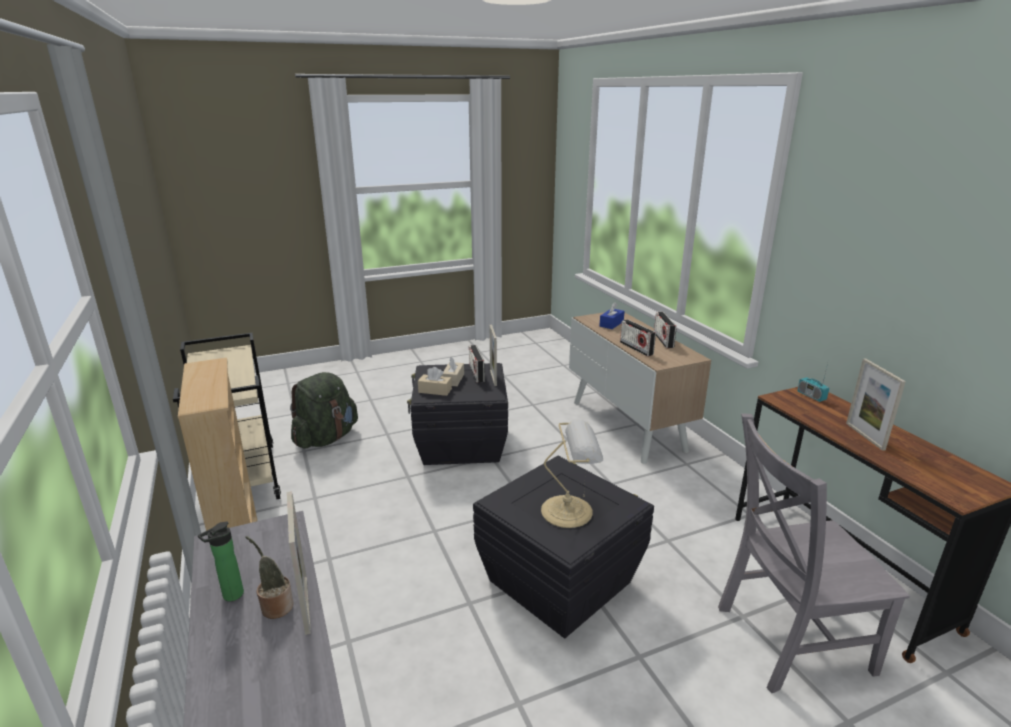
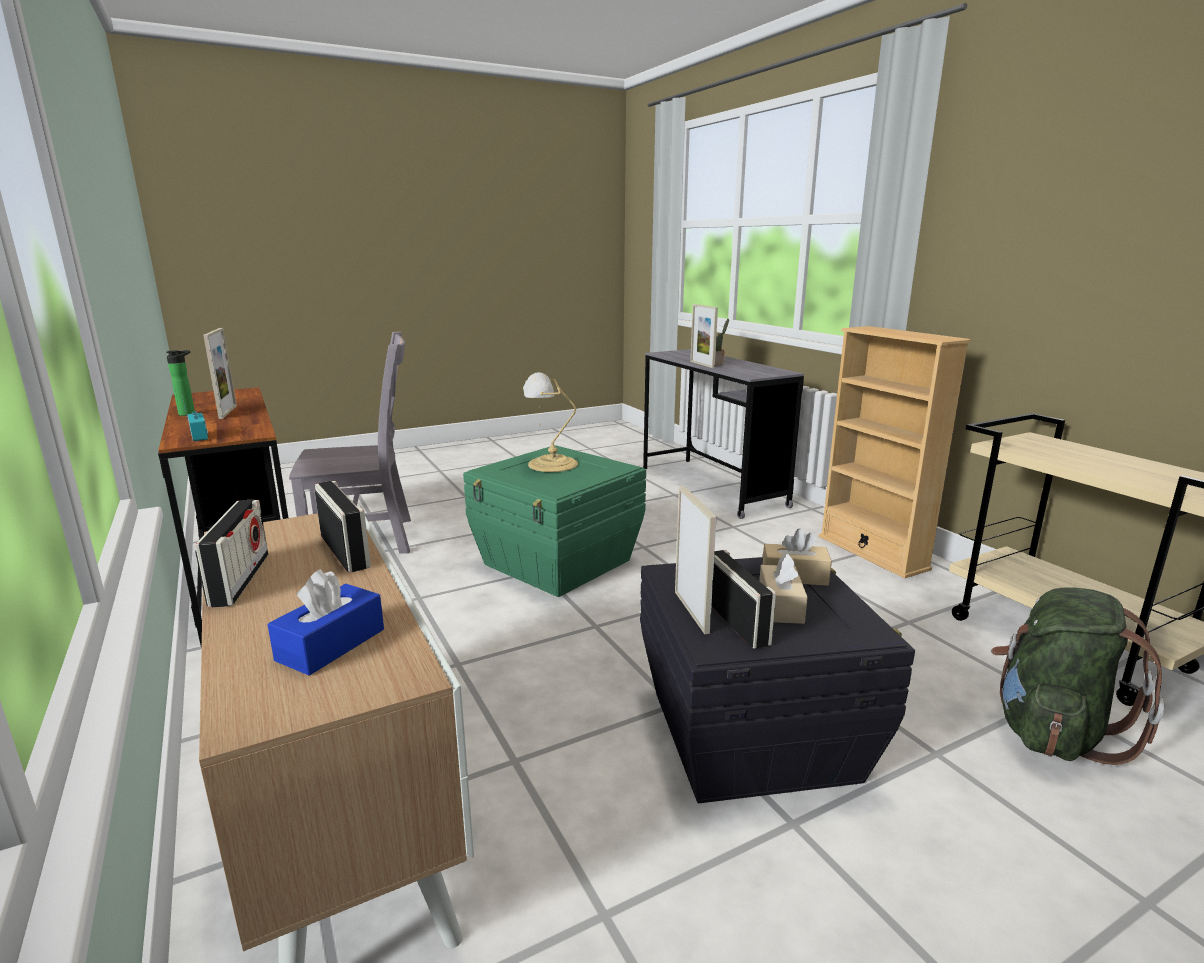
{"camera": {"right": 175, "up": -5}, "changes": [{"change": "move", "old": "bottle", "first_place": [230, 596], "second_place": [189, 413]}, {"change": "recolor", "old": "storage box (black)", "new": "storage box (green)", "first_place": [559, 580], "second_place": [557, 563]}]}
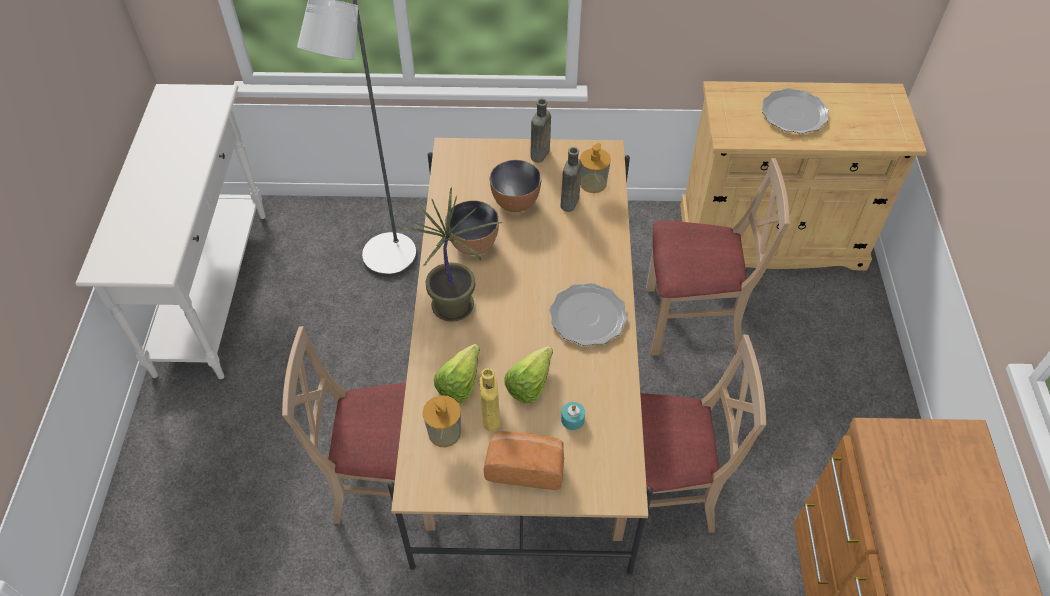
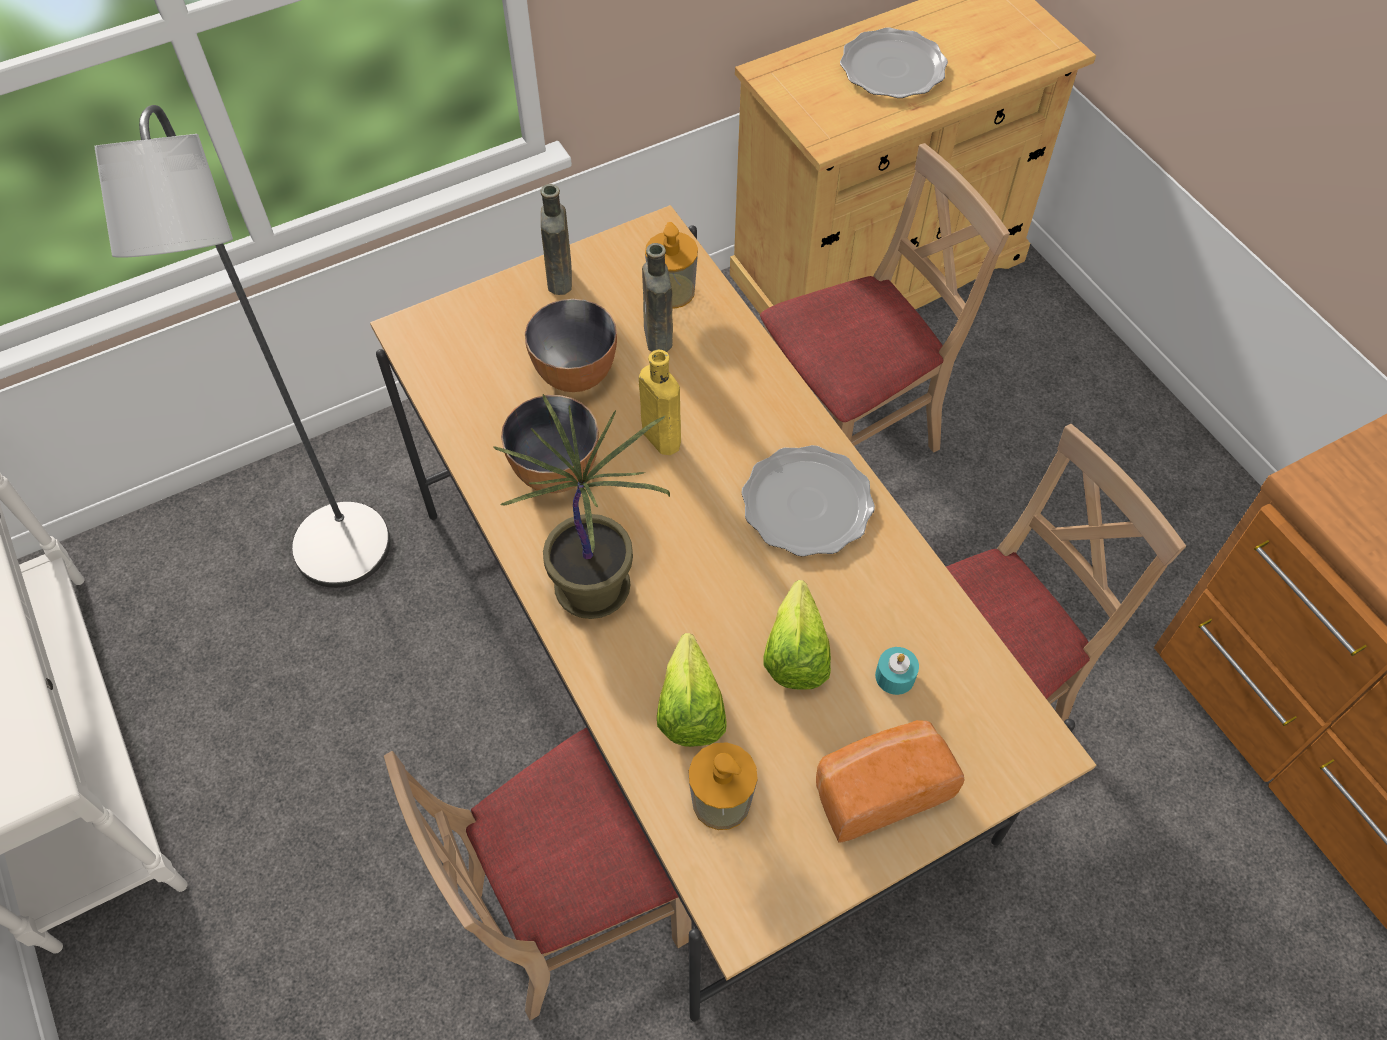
{"camera": {"right": -30, "up": 5}, "changes": [{"change": "move", "old": "bottle (yellow)", "first_place": [490, 416], "second_place": [659, 436]}]}
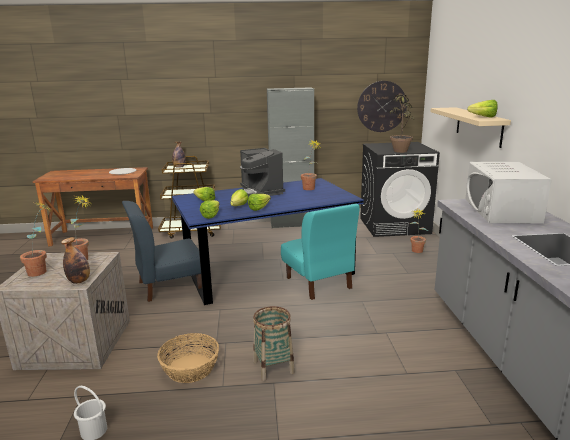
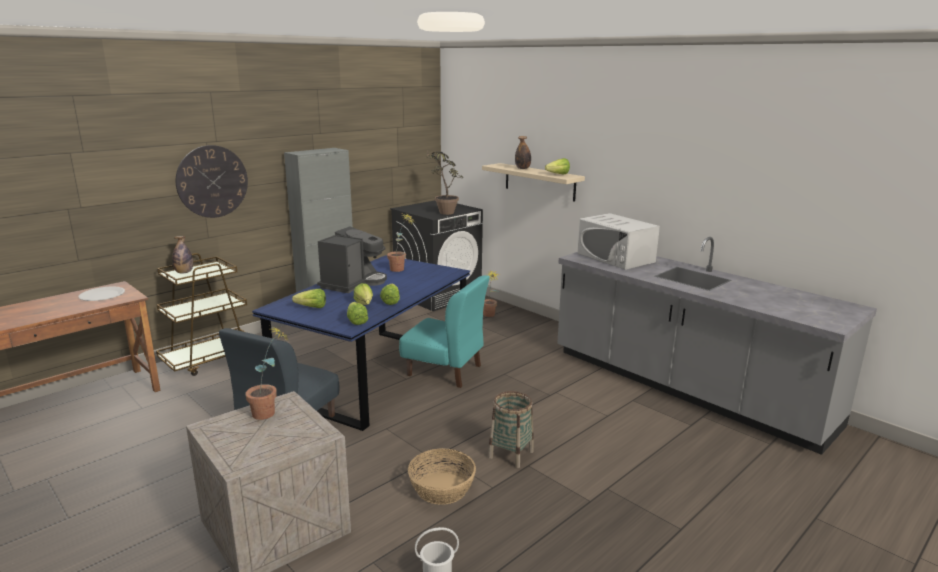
{"camera": {"right": -40, "up": 0}, "changes": [{"change": "delete", "old": "potted plant", "first_place": [43, 271]}, {"change": "move", "old": "bottle", "first_place": [79, 281], "second_place": [522, 168]}, {"change": "move", "old": "wall clock", "first_place": [381, 106], "second_place": [212, 181]}, {"change": "rotate", "old": "coffee machine", "first_place": [260, 191], "second_place": [353, 283], "degrees": -90}]}
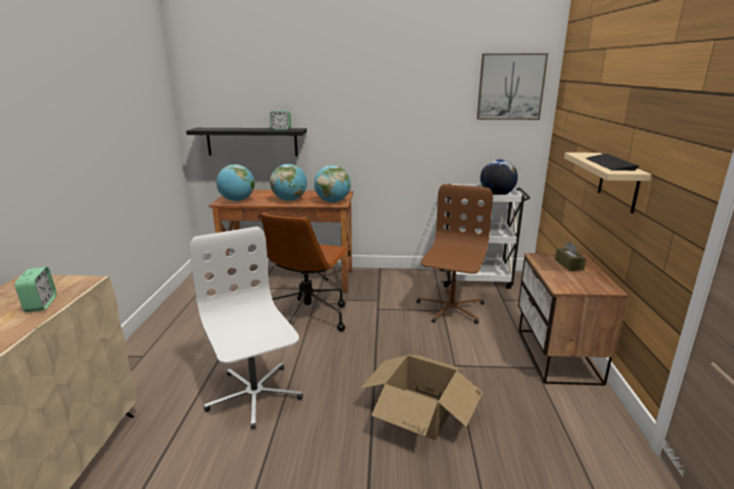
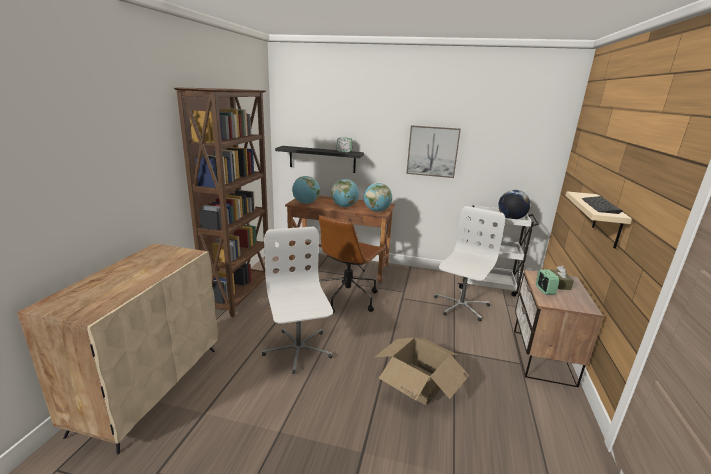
{"camera": {"right": 10, "up": 0}, "changes": [{"change": "insert", "new": "bookcase (brown)", "second_place": [240, 294]}, {"change": "move", "old": "alarm clock", "first_place": [41, 304], "second_place": [544, 290]}, {"change": "move", "old": "picture", "first_place": [510, 87], "second_place": [432, 151]}, {"change": "recolor", "old": "office chair (brown)", "new": "office chair (white)", "first_place": [450, 308], "second_place": [460, 306]}]}
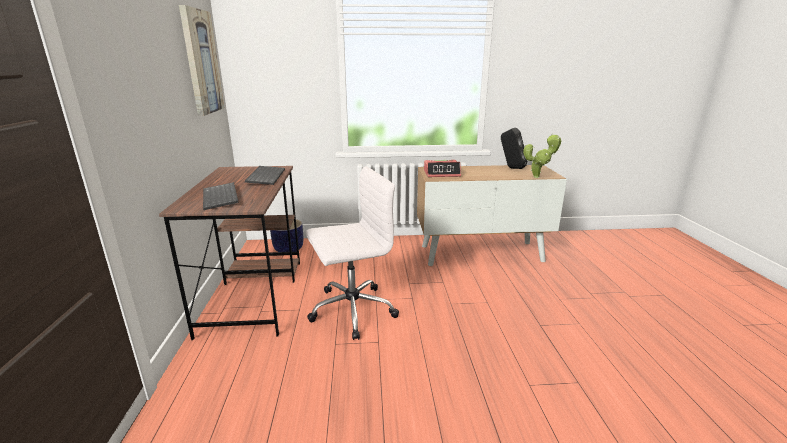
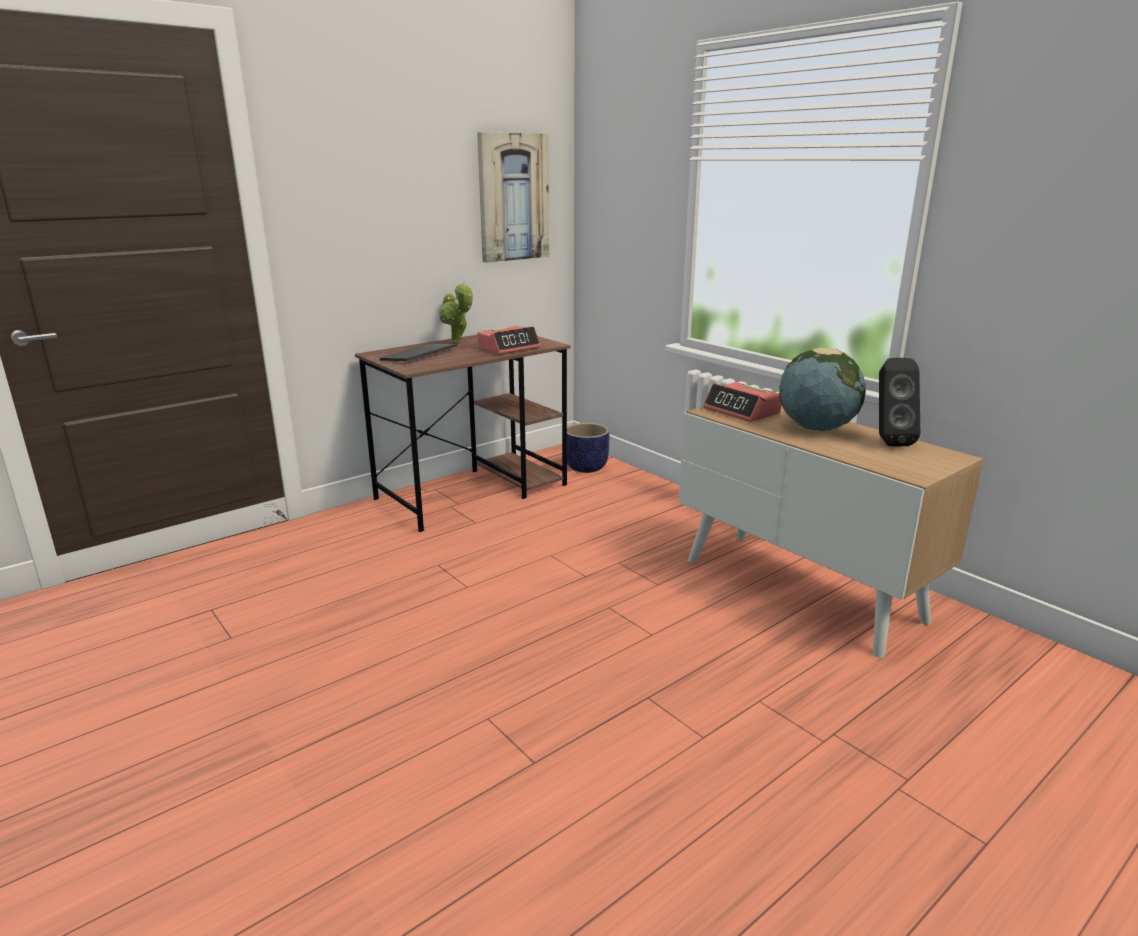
{"camera": {"right": 55, "up": 0}, "changes": [{"change": "delete", "old": "office chair (white)", "first_place": [351, 310]}, {"change": "insert", "new": "globe", "second_place": [816, 428]}, {"change": "move", "old": "potted plant", "first_place": [538, 177], "second_place": [457, 342]}, {"change": "replace", "old": "keyboard", "new": "alarm clock", "first_place": [265, 176], "second_place": [509, 348]}]}
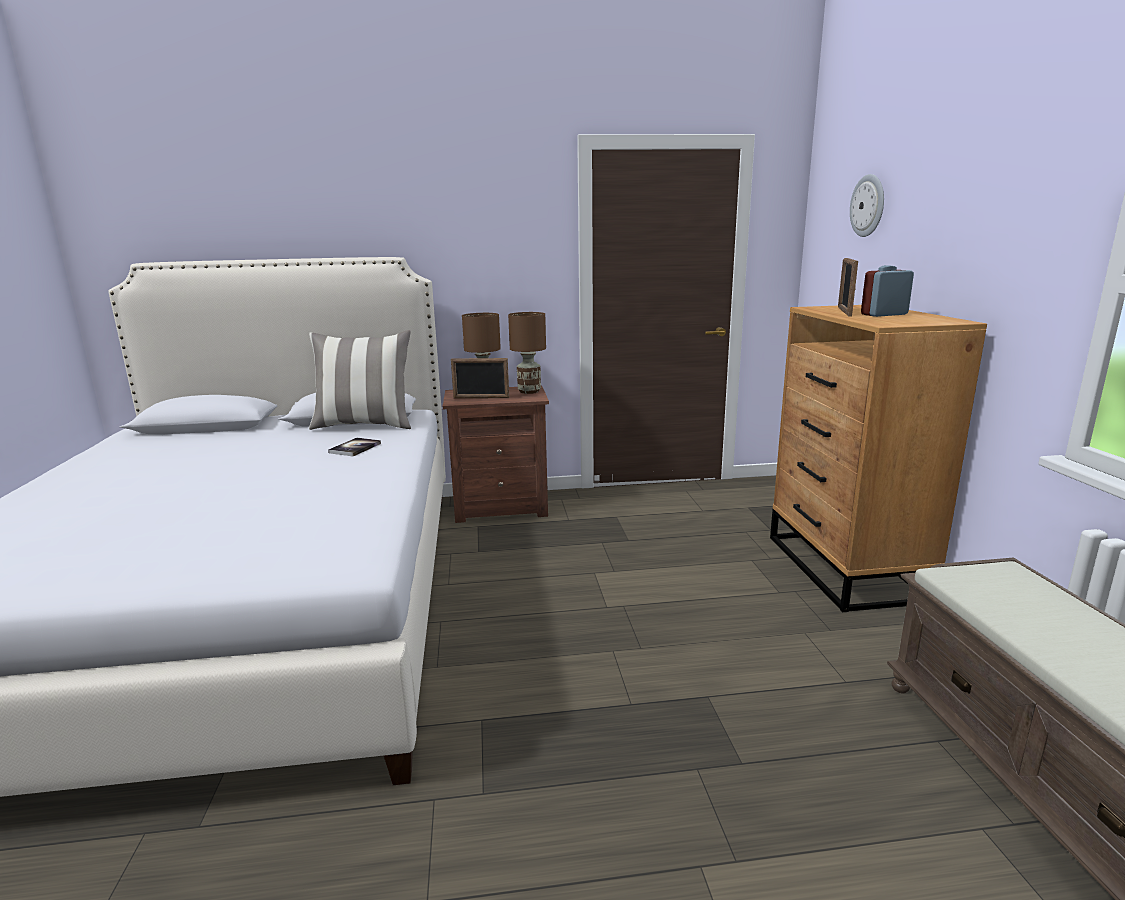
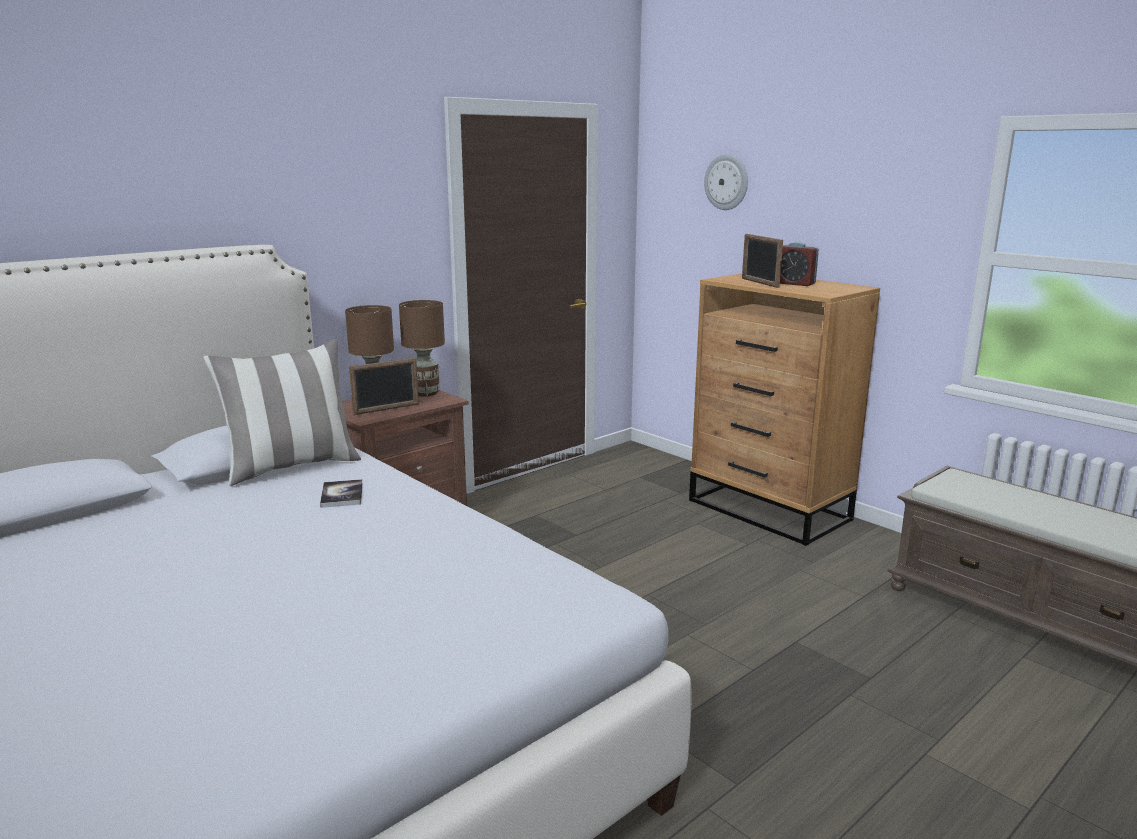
{"camera": {"right": -35, "up": 0}, "changes": [{"change": "rotate", "old": "alarm clock", "first_place": [884, 314], "second_place": [794, 283], "degrees": -90}]}
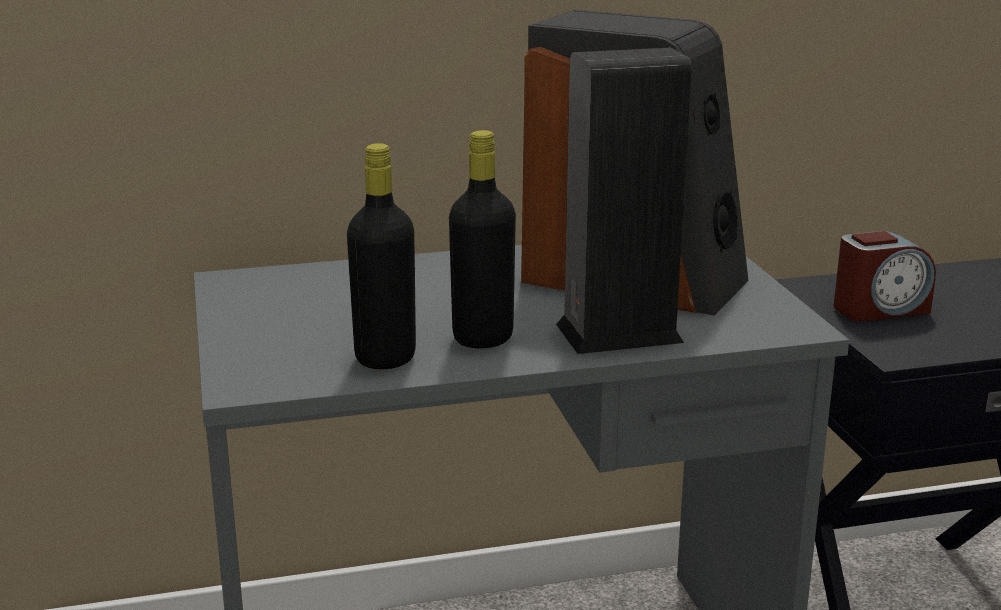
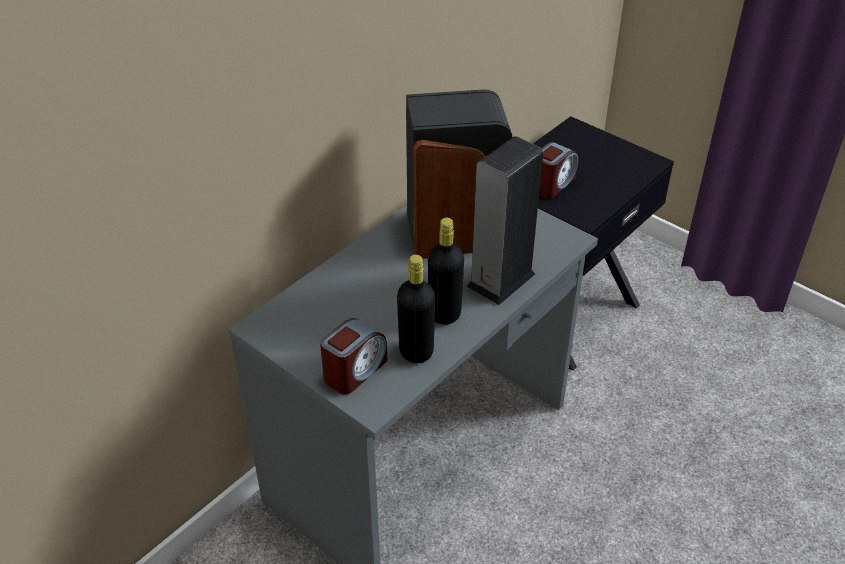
{"camera": {"right": -35, "up": 20}, "changes": [{"change": "insert", "new": "alarm clock", "second_place": [354, 371]}]}
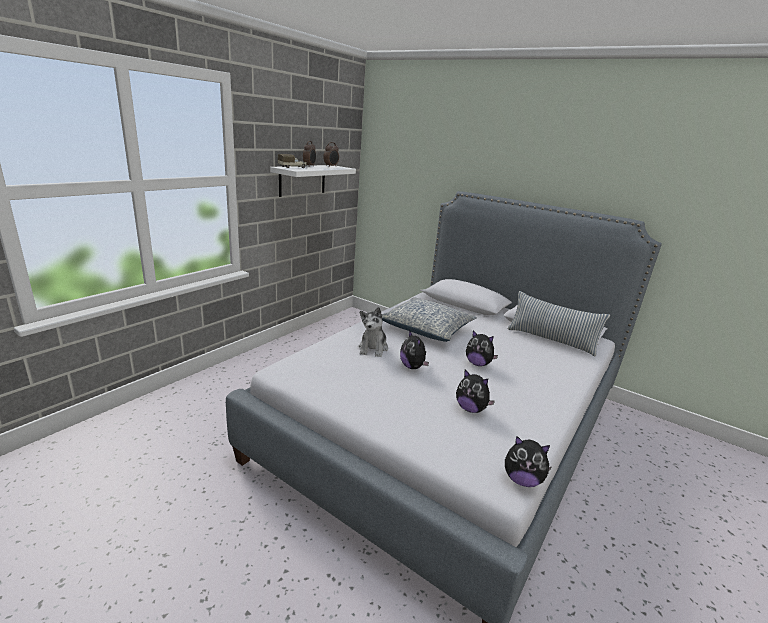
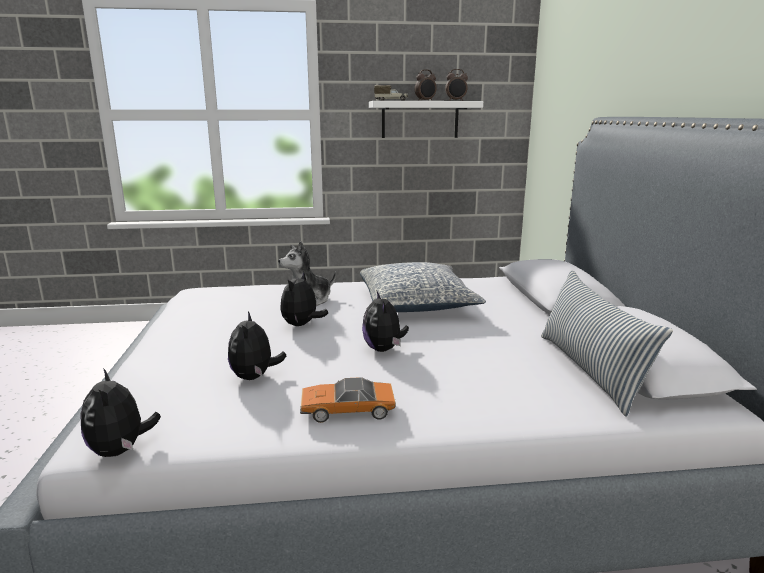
{"camera": {"right": 50, "up": -5}, "changes": [{"change": "insert", "new": "toy car", "second_place": [347, 410]}]}
